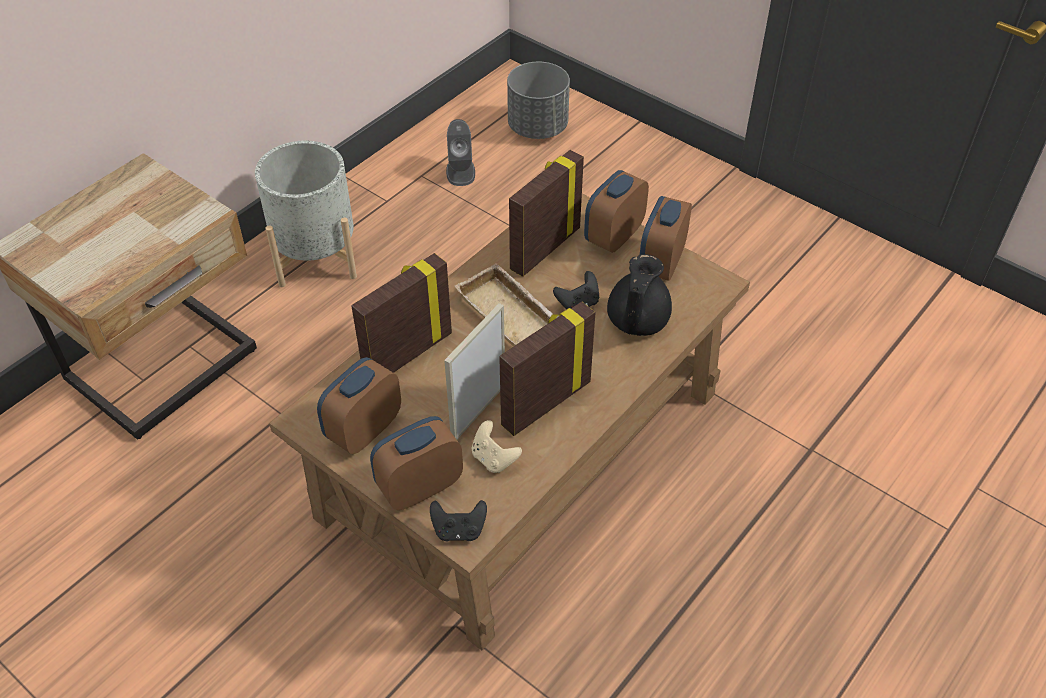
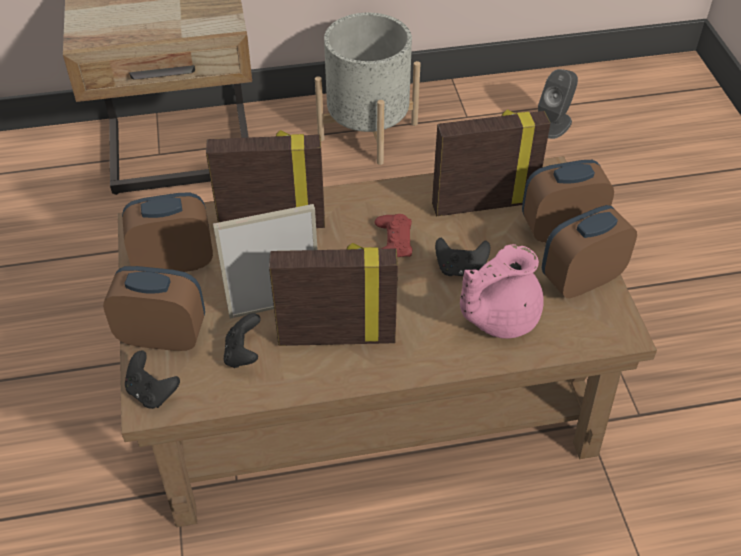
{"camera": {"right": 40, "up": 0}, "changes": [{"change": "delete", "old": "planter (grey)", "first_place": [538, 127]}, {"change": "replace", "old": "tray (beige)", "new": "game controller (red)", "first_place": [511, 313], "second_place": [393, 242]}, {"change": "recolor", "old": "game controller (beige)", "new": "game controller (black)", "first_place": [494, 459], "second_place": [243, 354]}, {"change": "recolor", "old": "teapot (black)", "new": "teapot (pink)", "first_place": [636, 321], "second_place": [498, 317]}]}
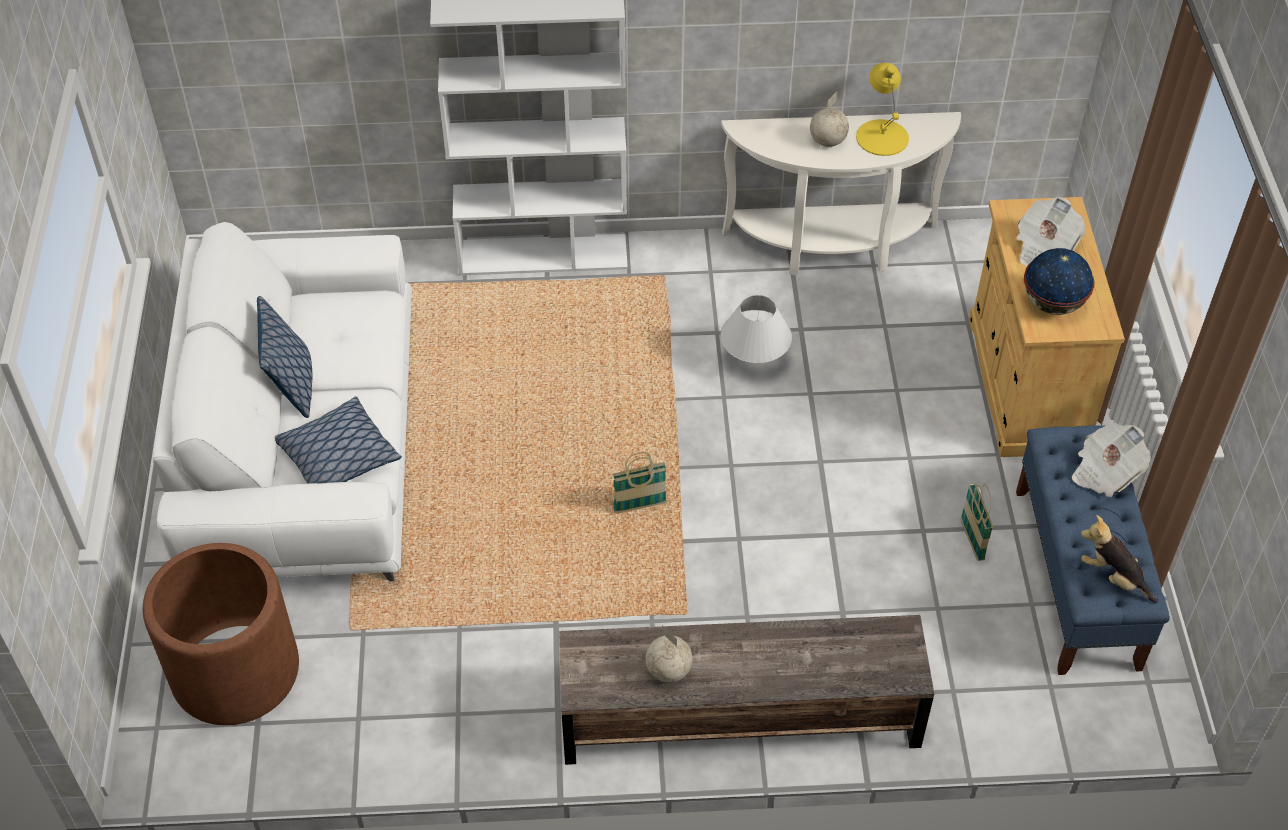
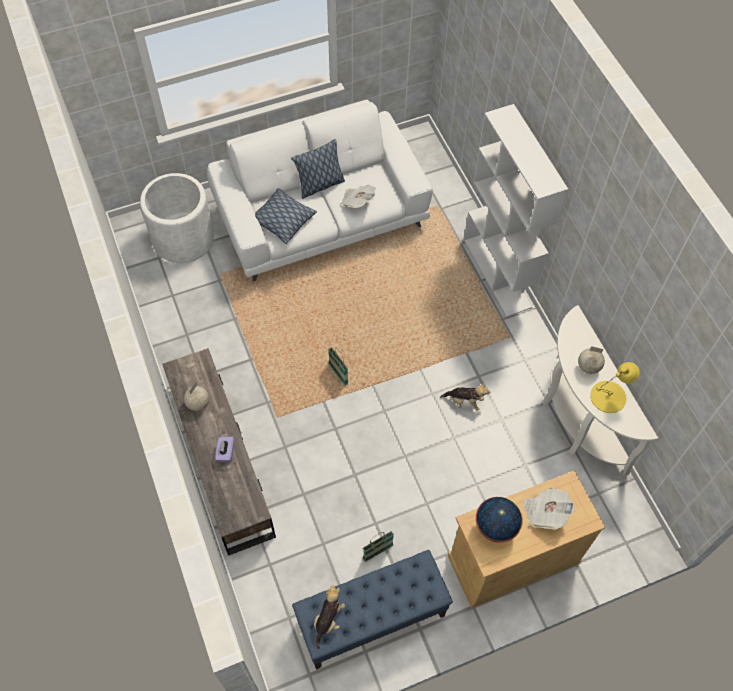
{"camera": {"right": 70, "up": 10}, "changes": [{"change": "insert", "new": "tissue box (purple)", "second_place": [225, 453]}, {"change": "move", "old": "newspaper", "first_place": [1105, 471], "second_place": [357, 201]}, {"change": "replace", "old": "table lamp (white)", "new": "plush toy", "first_place": [754, 361], "second_place": [464, 401]}, {"change": "recolor", "old": "planter (brown)", "new": "planter (white)", "first_place": [235, 670], "second_place": [183, 238]}]}
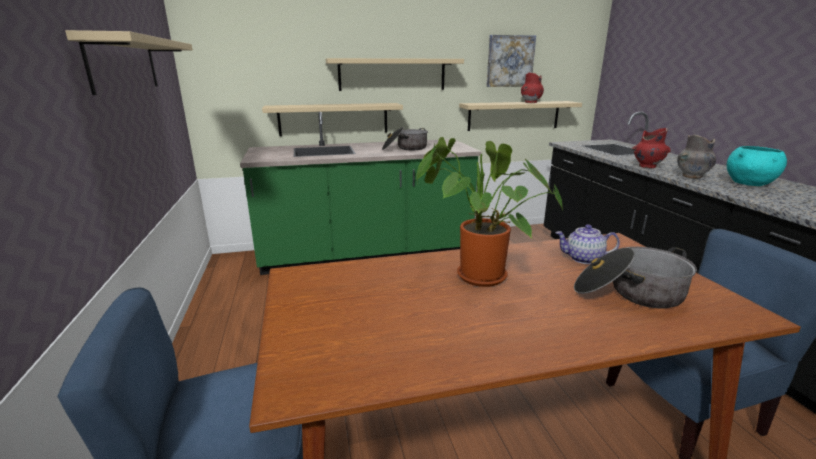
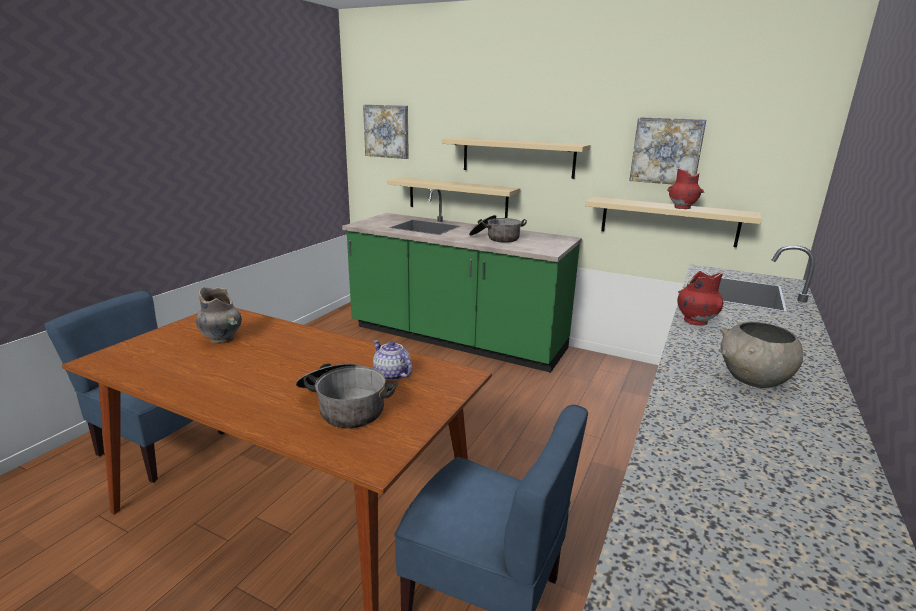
{"camera": {"right": 40, "up": 0}, "changes": [{"change": "delete", "old": "shelf (beige)", "first_place": [124, 64]}, {"change": "delete", "old": "potted plant", "first_place": [475, 277]}, {"change": "insert", "new": "picture", "second_place": [387, 131]}, {"change": "move", "old": "vase (grey)", "first_place": [692, 176], "second_place": [222, 339]}, {"change": "recolor", "old": "bowl (turquoise)", "new": "bowl (grey)", "first_place": [749, 184], "second_place": [753, 381]}]}
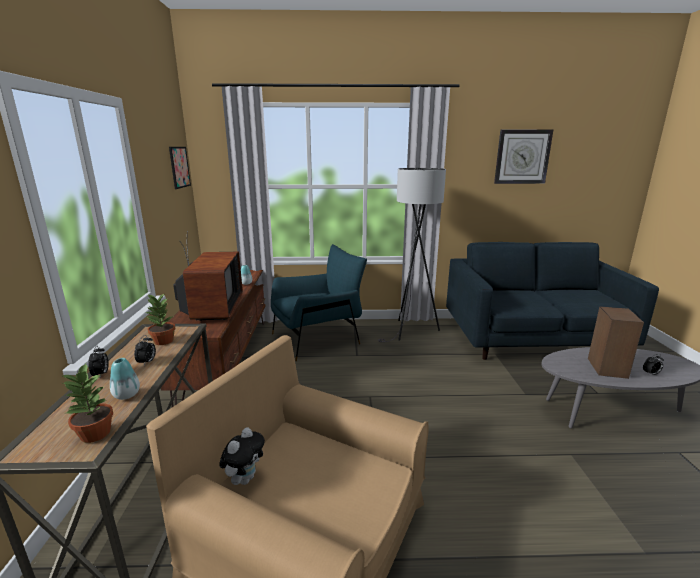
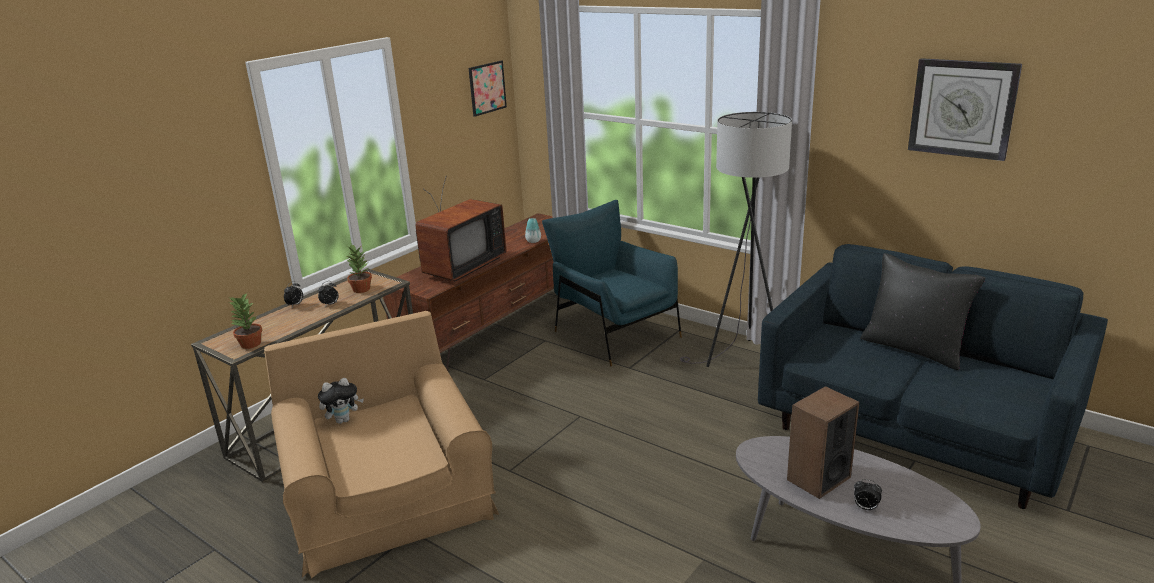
{"camera": {"right": 40, "up": 5}, "changes": [{"change": "delete", "old": "vase", "first_place": [126, 395]}, {"change": "insert", "new": "pillow (black)", "second_place": [914, 348]}, {"change": "rotate", "old": "armchair (blue)", "first_place": [318, 338], "second_place": [614, 333], "degrees": -135}]}
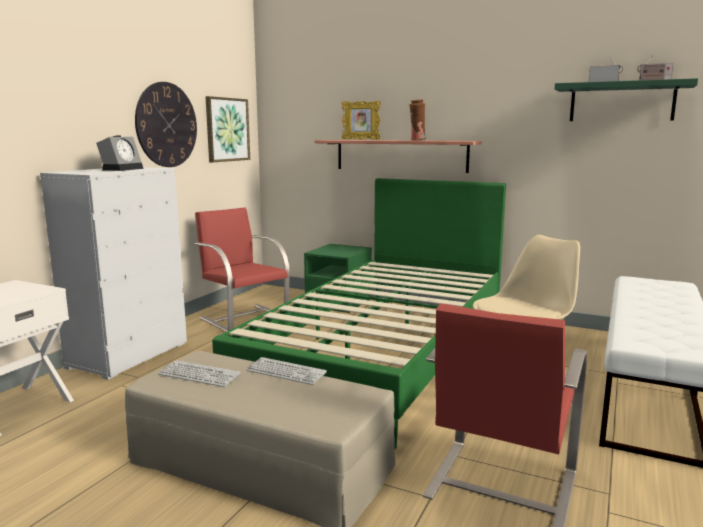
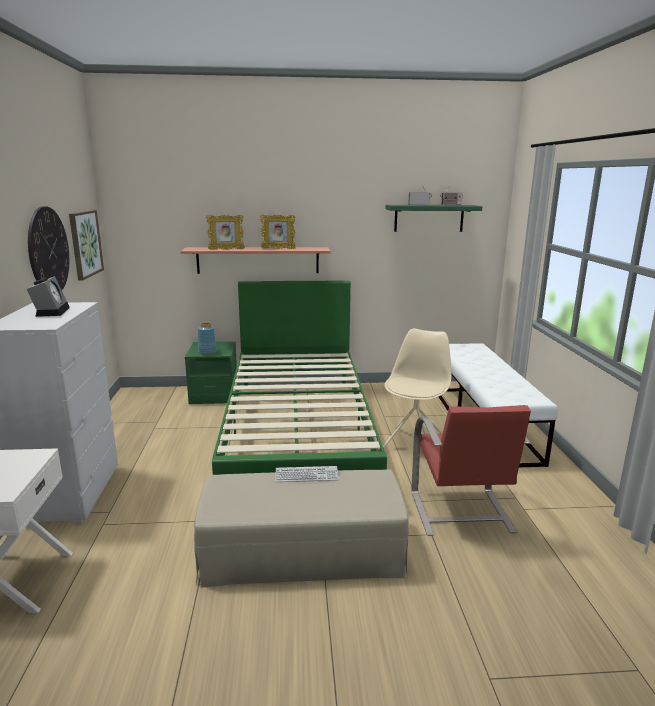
{"camera": {"right": -30, "up": 5}, "changes": [{"change": "delete", "old": "keyboard", "first_place": [199, 375]}, {"change": "delete", "old": "chair (red)", "first_place": [243, 317]}, {"change": "insert", "new": "vase (blue)", "second_place": [207, 352]}, {"change": "replace", "old": "vase (brown)", "new": "picture frame", "first_place": [417, 140], "second_place": [278, 249]}]}
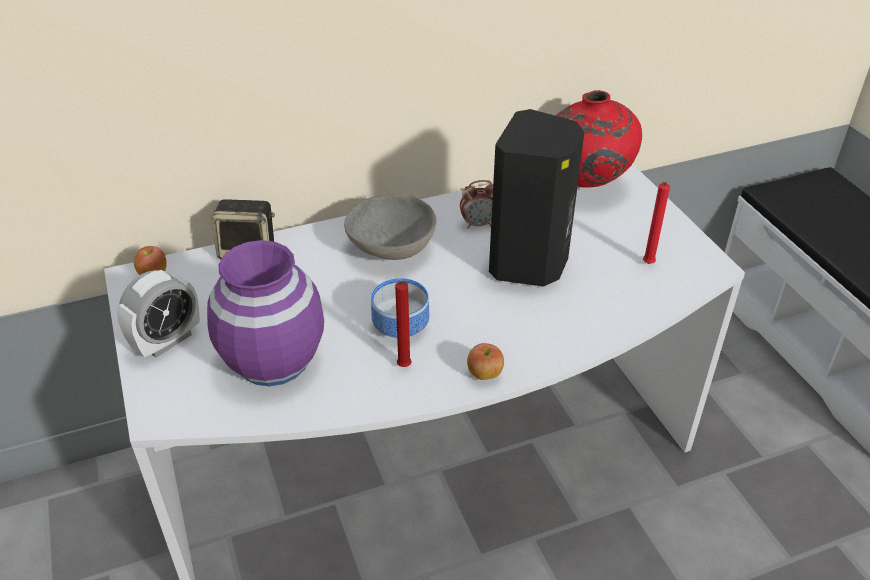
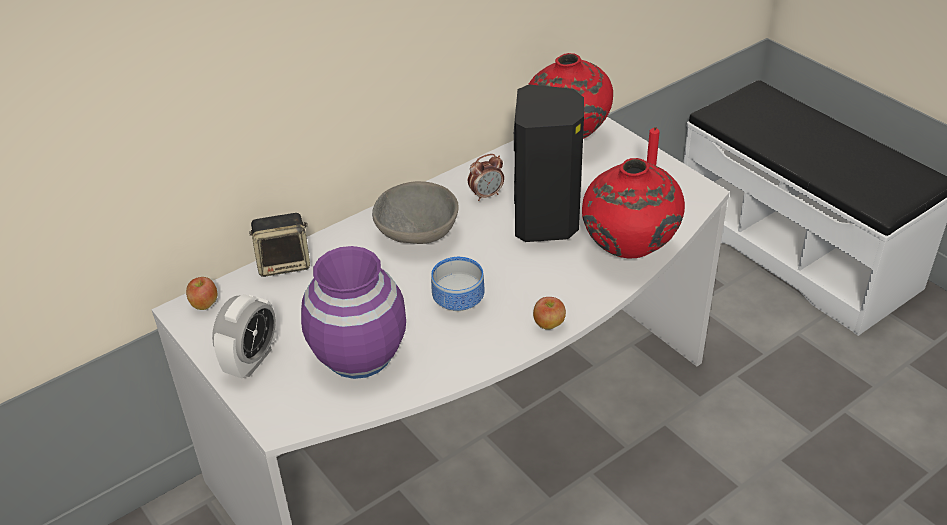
{"camera": {"right": -15, "up": 0}, "changes": [{"change": "delete", "old": "candle (red)", "first_place": [405, 368]}, {"change": "insert", "new": "vase (red)", "second_place": [629, 252]}]}
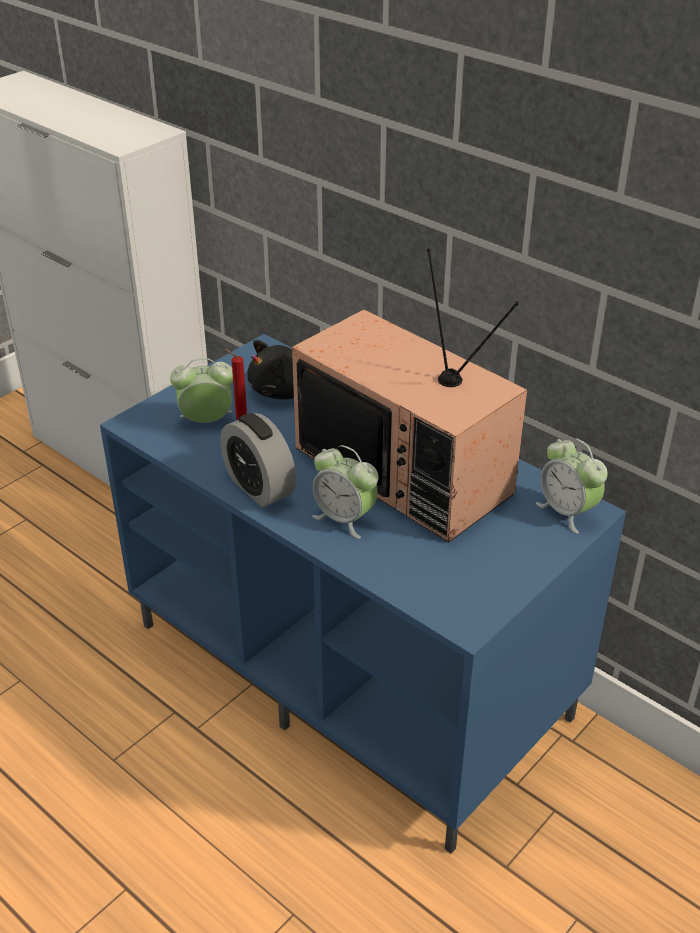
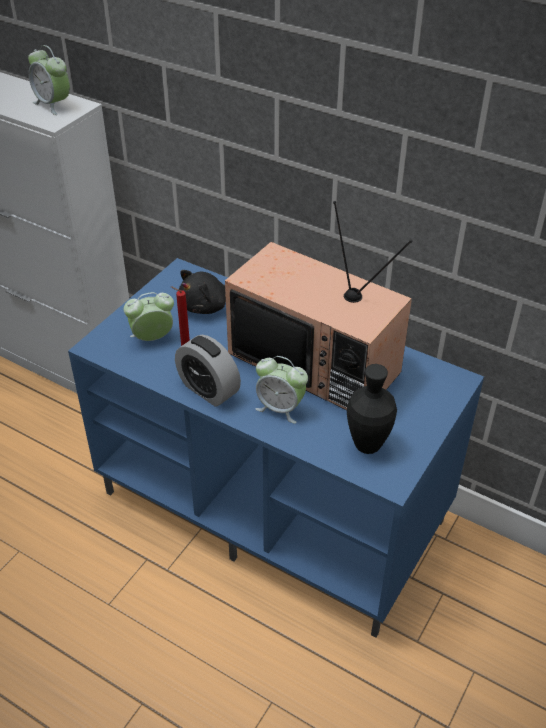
{"camera": {"right": -10, "up": 5}, "changes": [{"change": "insert", "new": "vase (black)", "second_place": [367, 445]}, {"change": "move", "old": "alarm clock", "first_place": [567, 512], "second_place": [53, 105]}]}
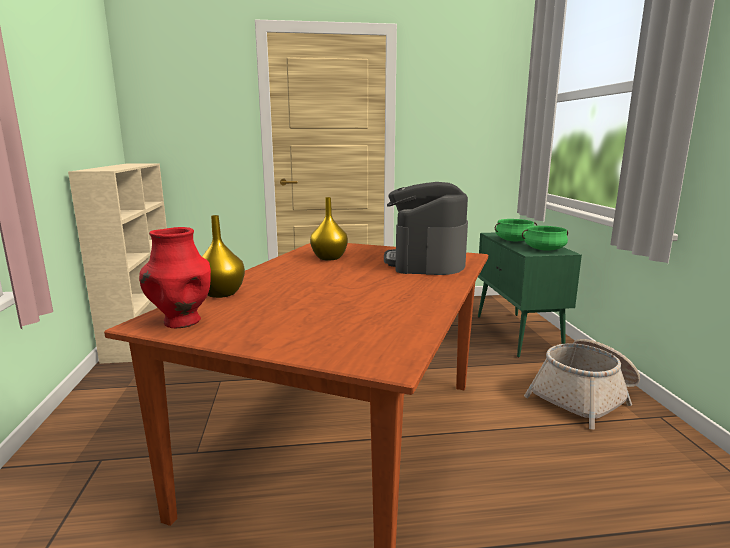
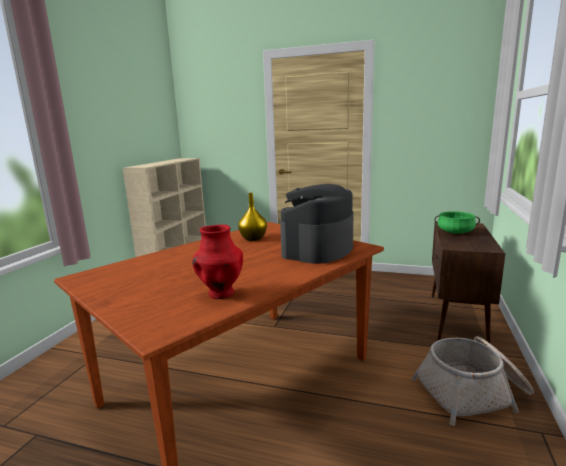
{"camera": {"right": 25, "up": 0}, "changes": [{"change": "delete", "old": "vase (yellow)", "first_place": [220, 293]}, {"change": "delete", "old": "cooking pot (green)", "first_place": [544, 249]}, {"change": "move", "old": "vase (red)", "first_place": [182, 322], "second_place": [221, 294]}, {"change": "recolor", "old": "cabinet (green)", "new": "cabinet (brown)", "first_place": [518, 334], "second_place": [457, 319]}]}
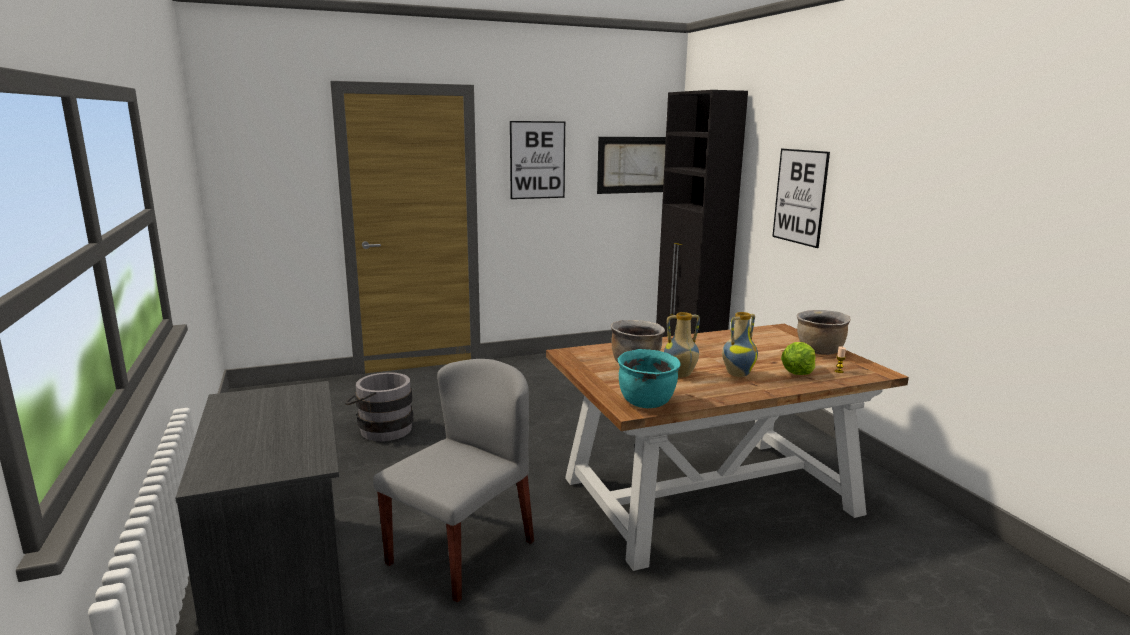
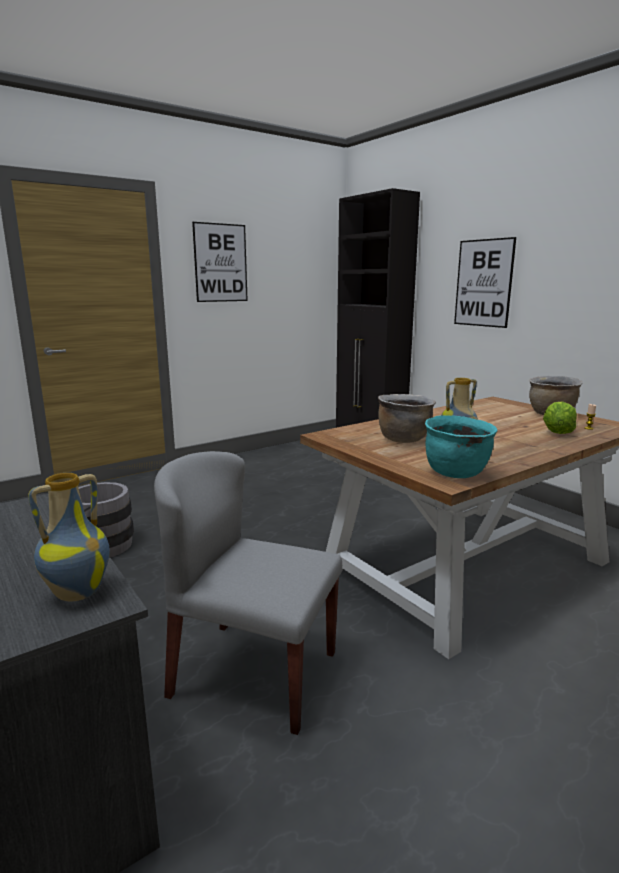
{"camera": {"right": -15, "up": 0}, "changes": [{"change": "delete", "old": "picture", "first_place": [634, 165]}, {"change": "move", "old": "vase", "first_place": [737, 374], "second_place": [77, 592]}, {"change": "rotate", "old": "chair (grey)", "first_place": [462, 551], "second_place": [253, 673], "degrees": -90}]}
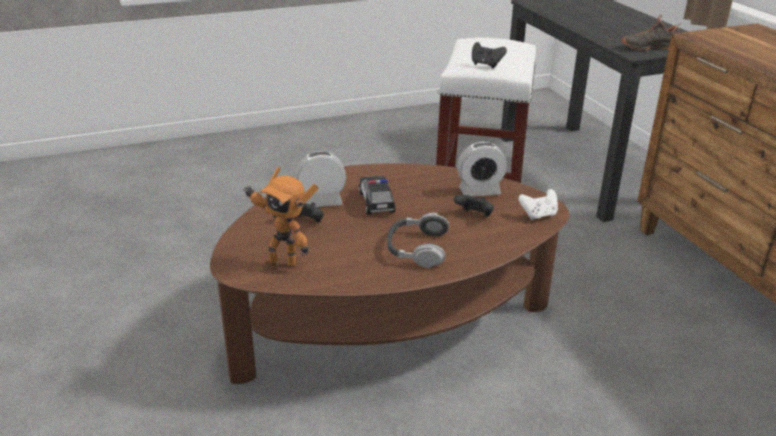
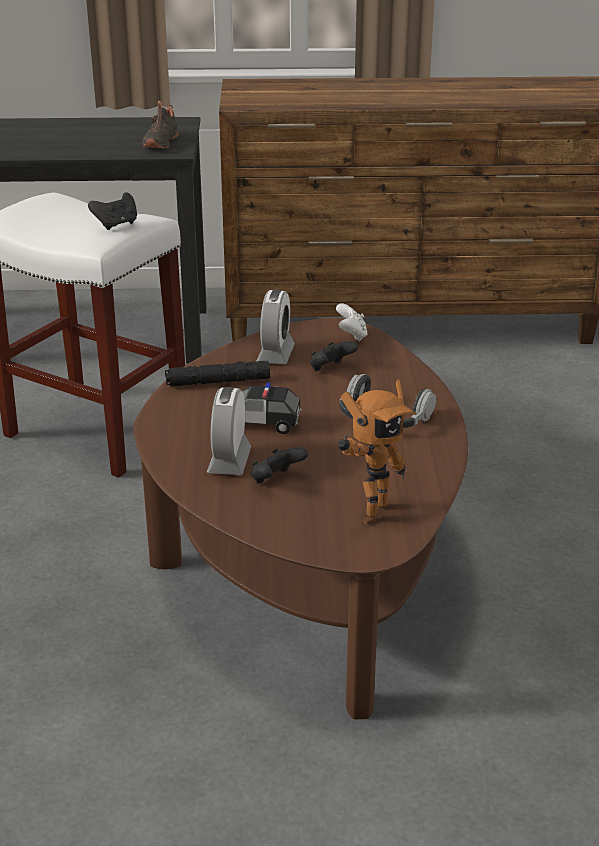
{"camera": {"right": -70, "up": 0}, "changes": [{"change": "insert", "new": "flashlight (black)", "second_place": [217, 382]}]}
